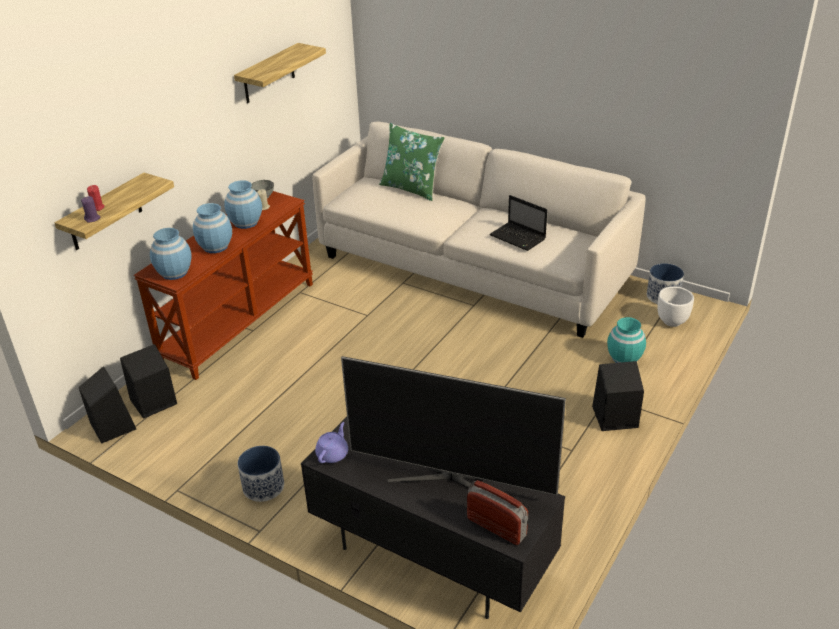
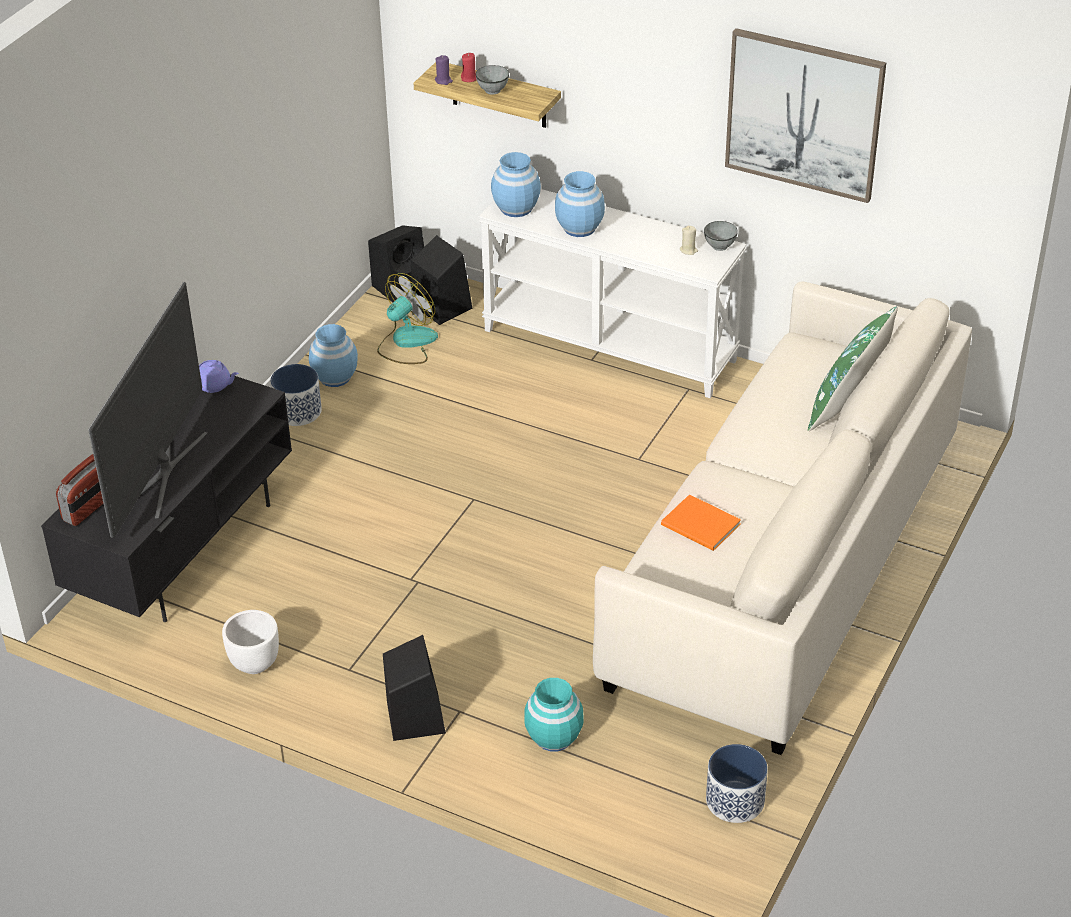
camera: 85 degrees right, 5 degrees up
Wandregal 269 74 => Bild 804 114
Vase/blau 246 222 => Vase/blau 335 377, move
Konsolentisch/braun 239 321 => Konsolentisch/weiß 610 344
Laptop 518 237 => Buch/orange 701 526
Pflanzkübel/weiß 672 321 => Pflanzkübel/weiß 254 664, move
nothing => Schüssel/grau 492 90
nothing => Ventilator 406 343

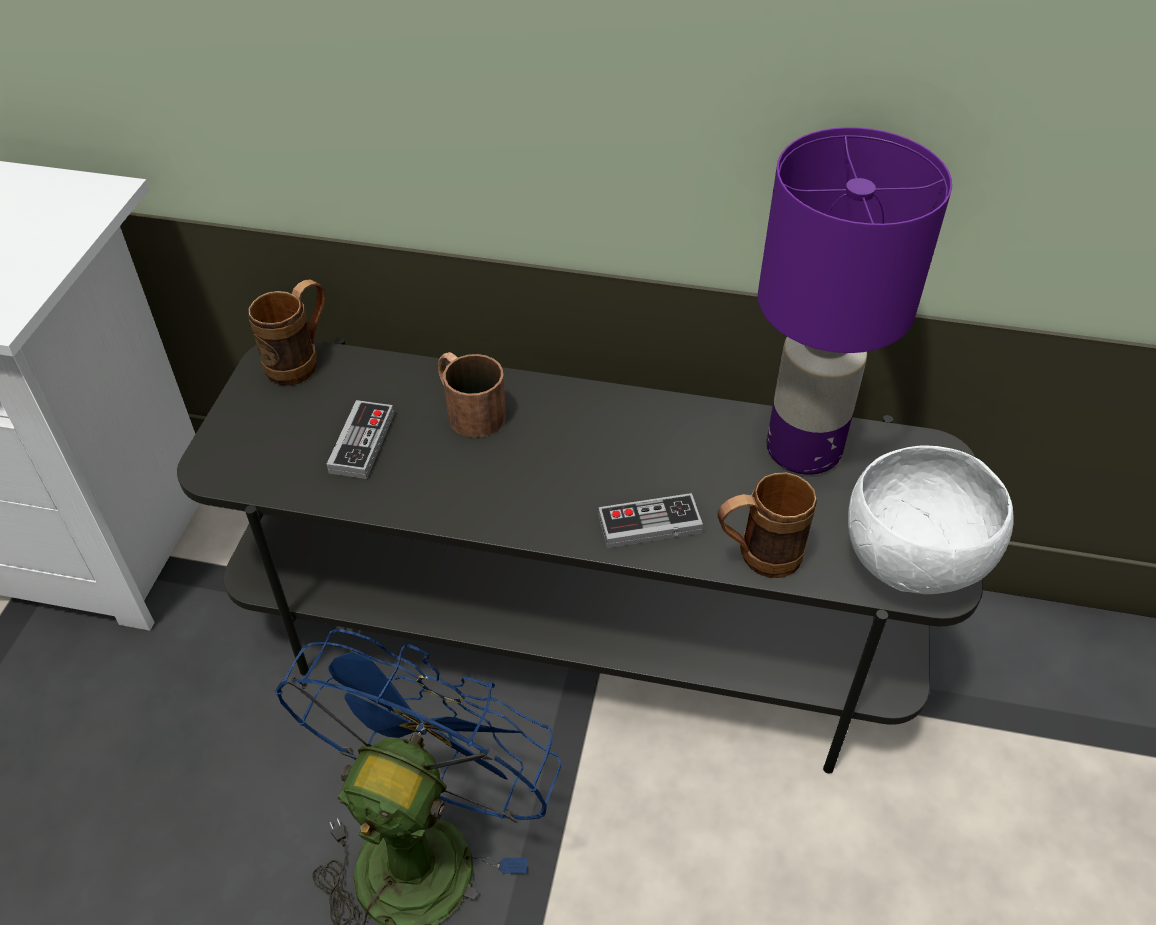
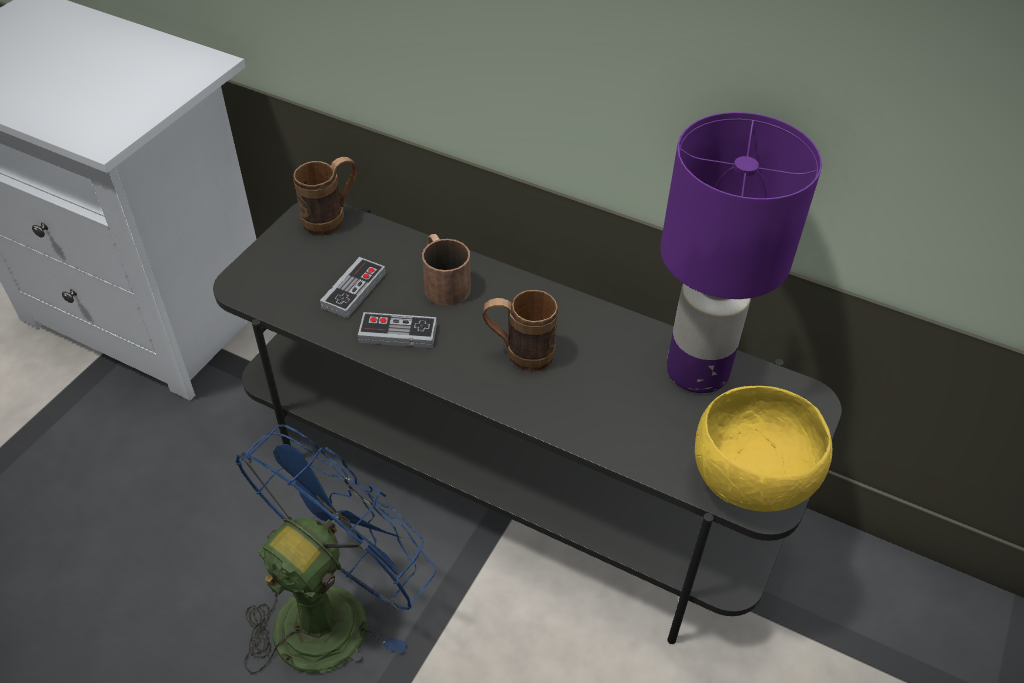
camera: 15 degrees right, 0 degrees up
Schüssel/weiß 914 564 => Schüssel/gelb 751 484
Henkelbecher/braun 756 558 => Henkelbecher/braun 519 354, move
Gamepad 649 524 => Gamepad 398 333, move

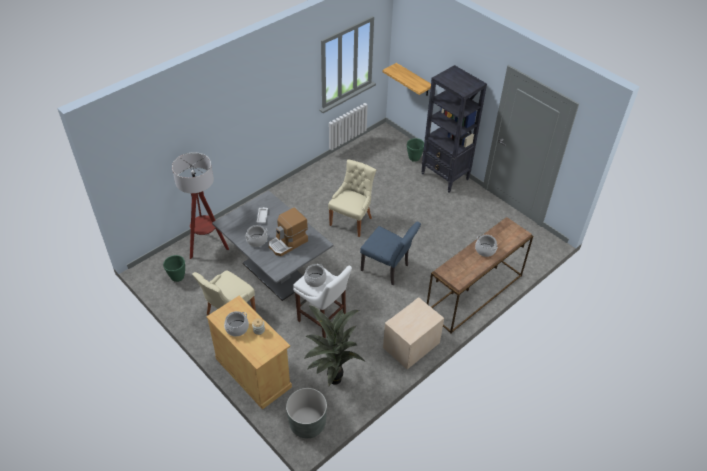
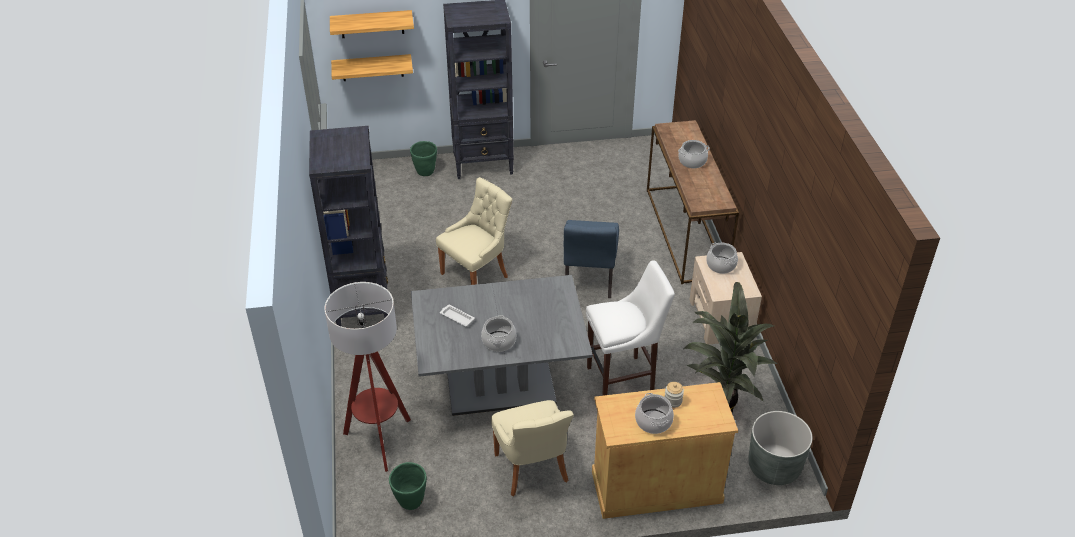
camera: 55 degrees left, 5 degrees down
Stuhl/beige 352 220 => Stuhl/beige 477 274, 75 degrees clockwise
Kaffeemaschine 288 243 => nothing
Stuhl/blau 388 269 => Stuhl/blau 588 282, 120 degrees clockwise
Kochtopf 315 280 => Kochtopf 720 265, move
nothing => Wandregal 372 24
nothing => Bücherregal/schwarz 363 308

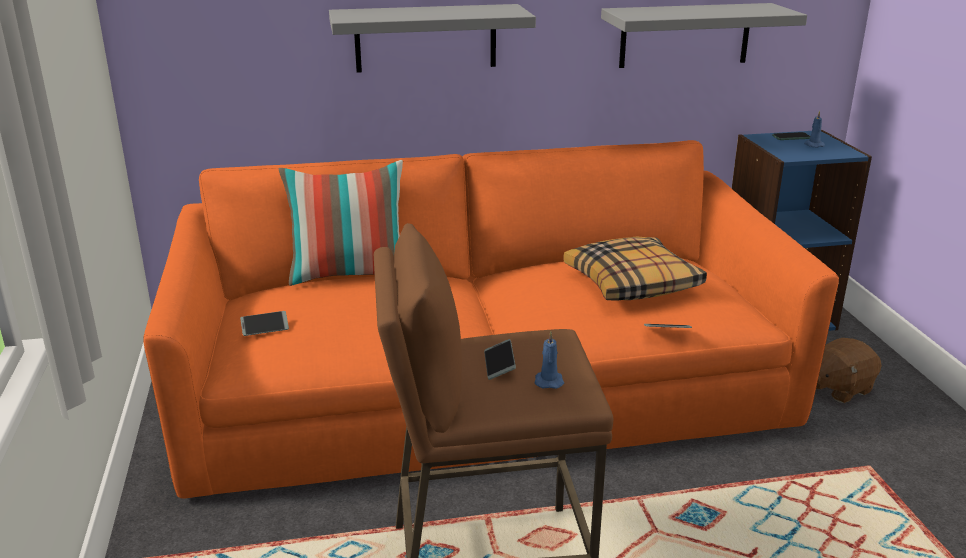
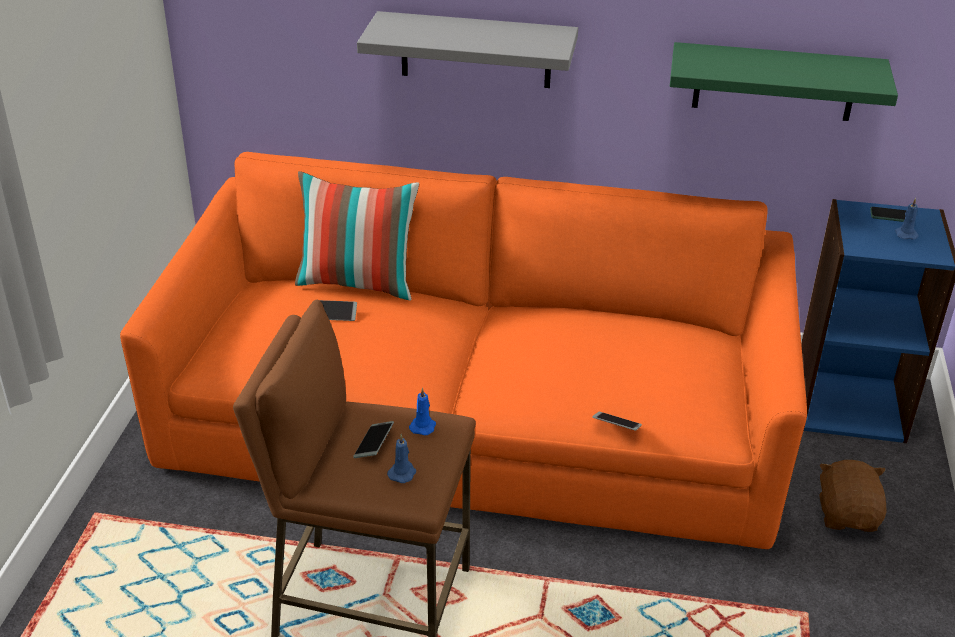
camera: 20 degrees right, 10 degrees up
Wandregal/grau 685 35 => Wandregal/grün 774 82
Kissen 632 283 => nothing
Handy 265 328 => Handy 335 314, move
Plüschtier/braun 838 388 => Plüschtier/braun 847 515, 105 degrees clockwise
nothing => Kerze/blau 423 426

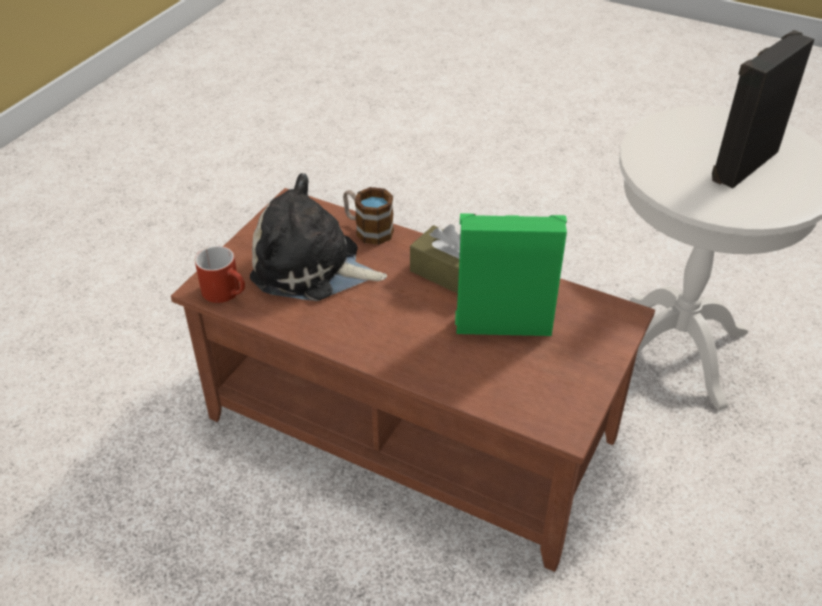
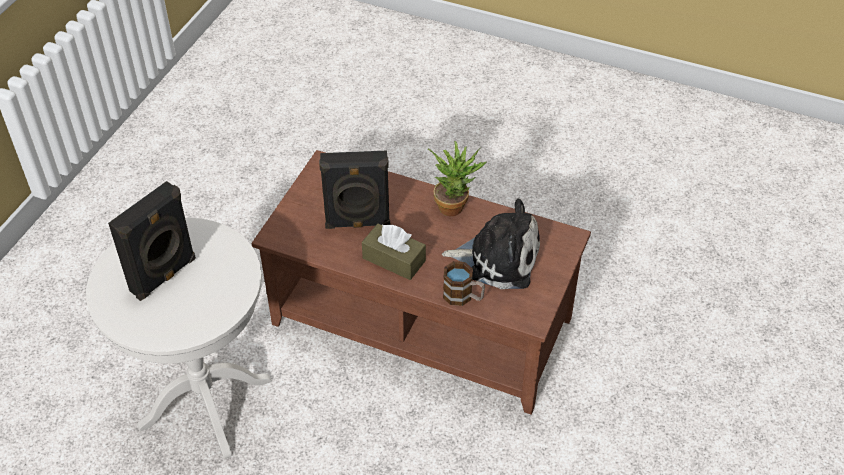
camera: 175 degrees right, 5 degrees up
Lautsprecher/grün 503 324 => Lautsprecher/schwarz 357 223
Henkelbecher/rot 227 292 => nothing
nothing => Topfpflanze 455 205

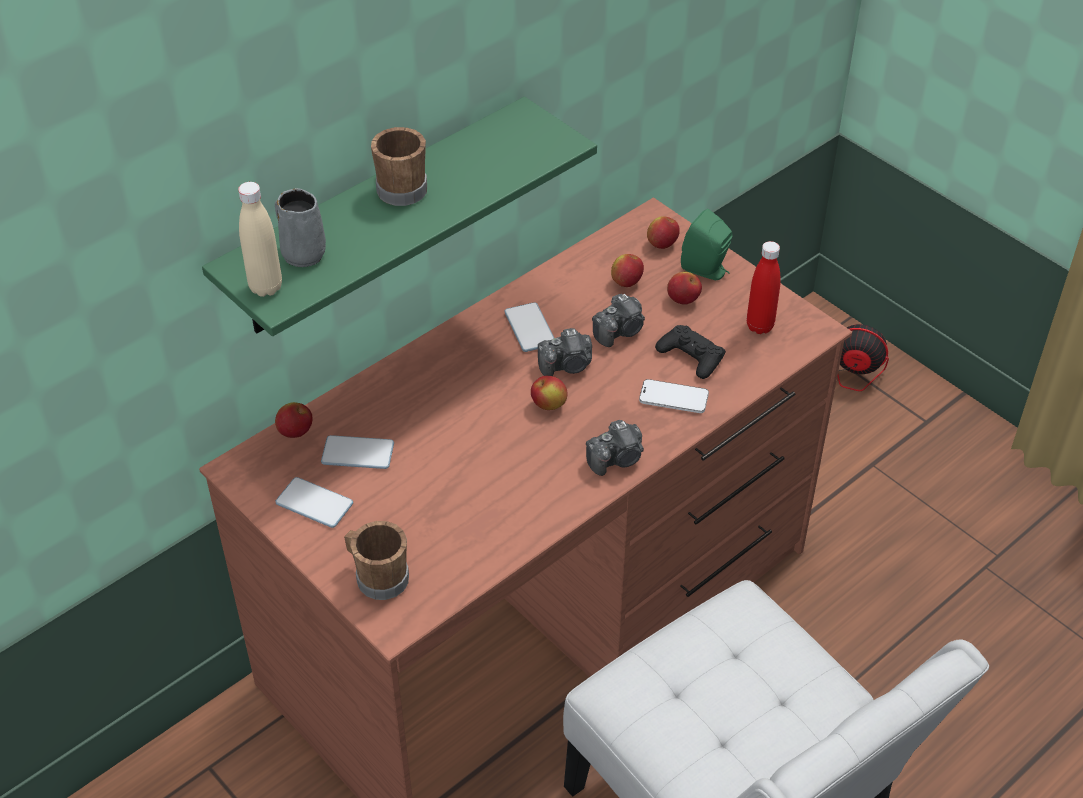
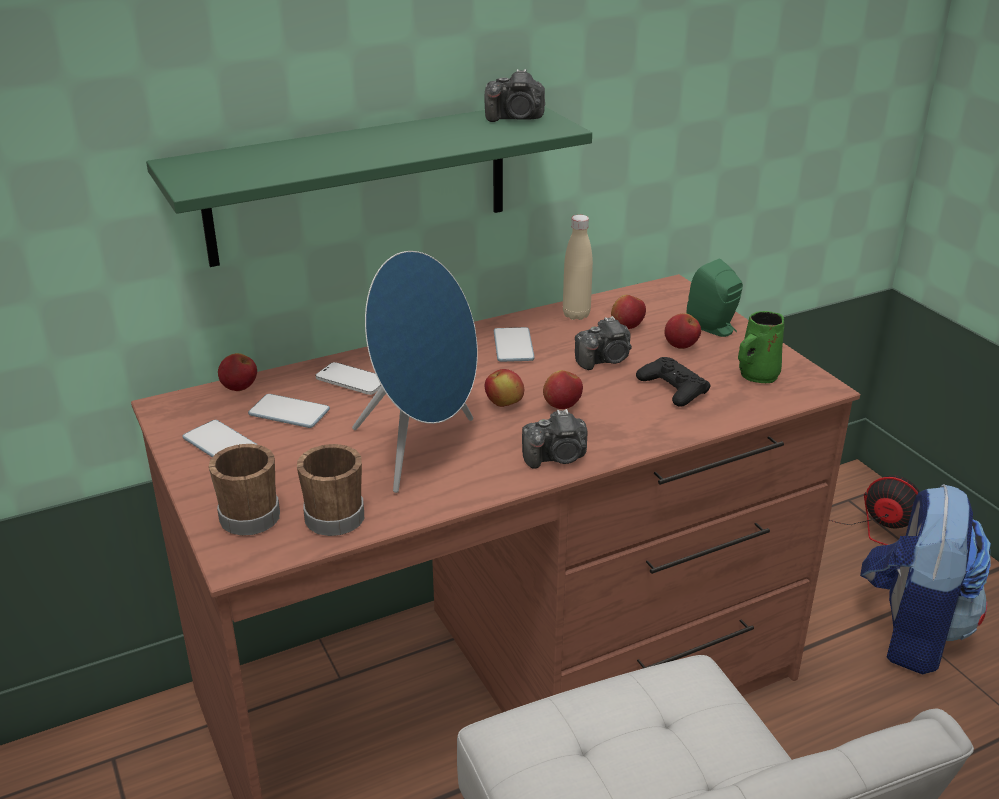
camera: 15 degrees right, 15 degrees down
Henkelbecher/braun 401 186 => Henkelbecher/braun 336 513, move
Flasche/beige 266 287 => Flasche/beige 576 315, move
Henkelbecher/grau 302 253 => nothing
Apfel 662 244 => Apfel 562 405, move
Flasche/rot 759 326 => Henkelbecher/grün 757 376
Kamera 567 365 => Kamera 516 118, move
Handy 673 398 => Handy 352 381, move
nothing => Lautsprecher/blau 421 450
nothing => Rucksack 911 631

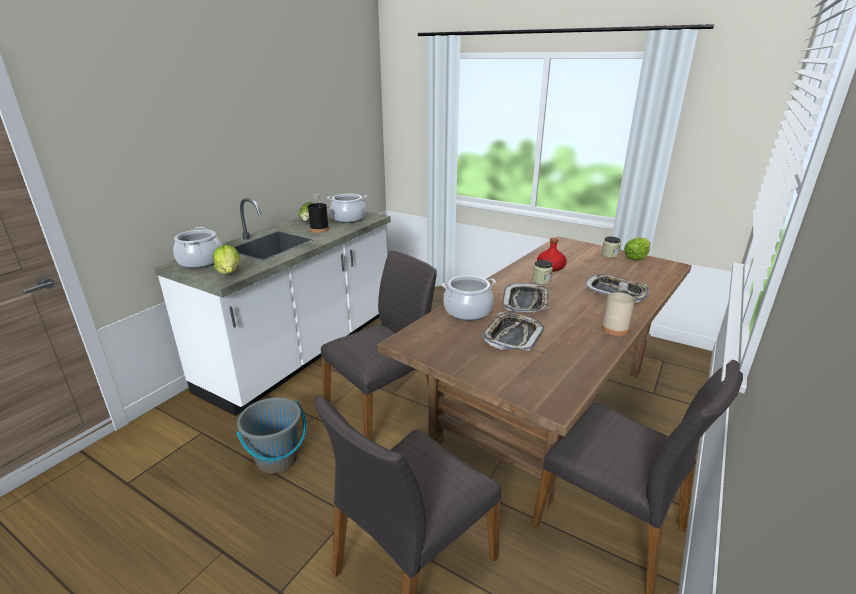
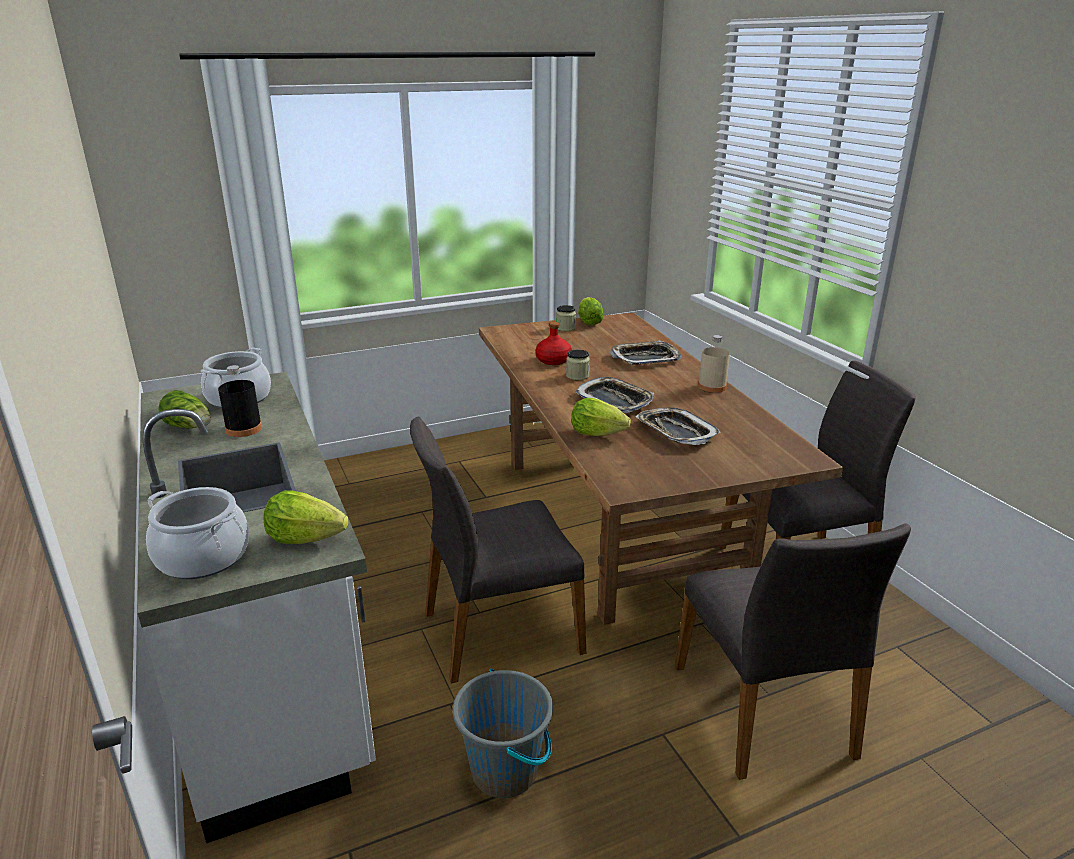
camera: 55 degrees left, 0 degrees up
Stuhl/grau 383 407 => Stuhl/grau 499 631, 105 degrees counterclockwise
Kochtopf 467 311 => Salatkopf 597 433

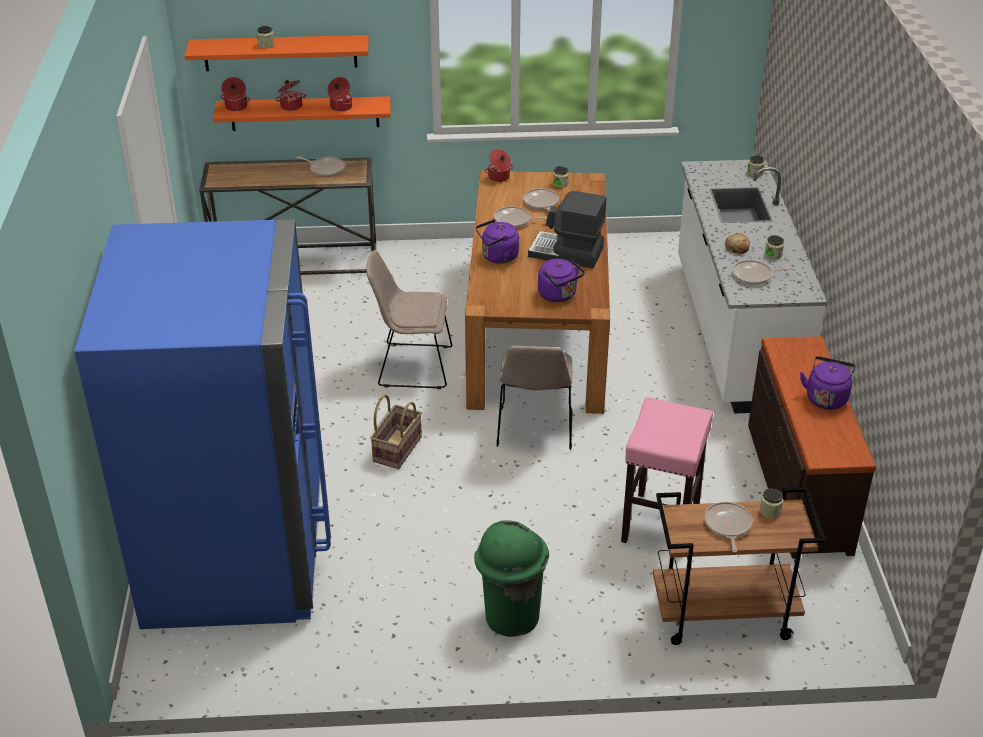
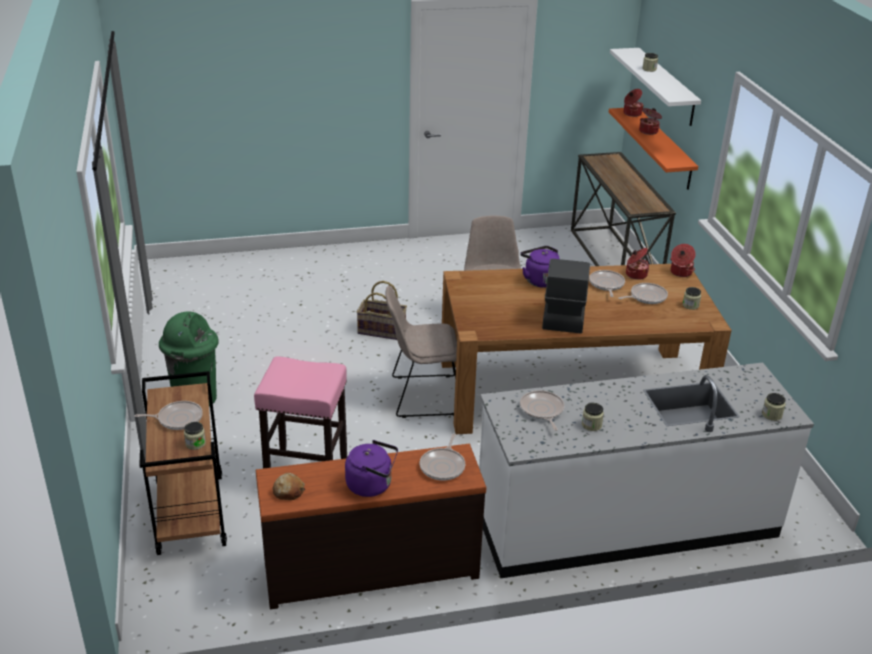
camera: 80 degrees right, 5 degrees down
Wandregal/orange 280 53 => Wandregal/weiß 666 86
Kochtopf 340 107 => Kochtopf 635 274, move
Pfanne 325 169 => Pfanne 443 466, move
Kühlschrank/blau 236 554 => nothing
Brot 737 248 => Brot 288 491, move
Wasserkessel/lila 559 295 => nothing

